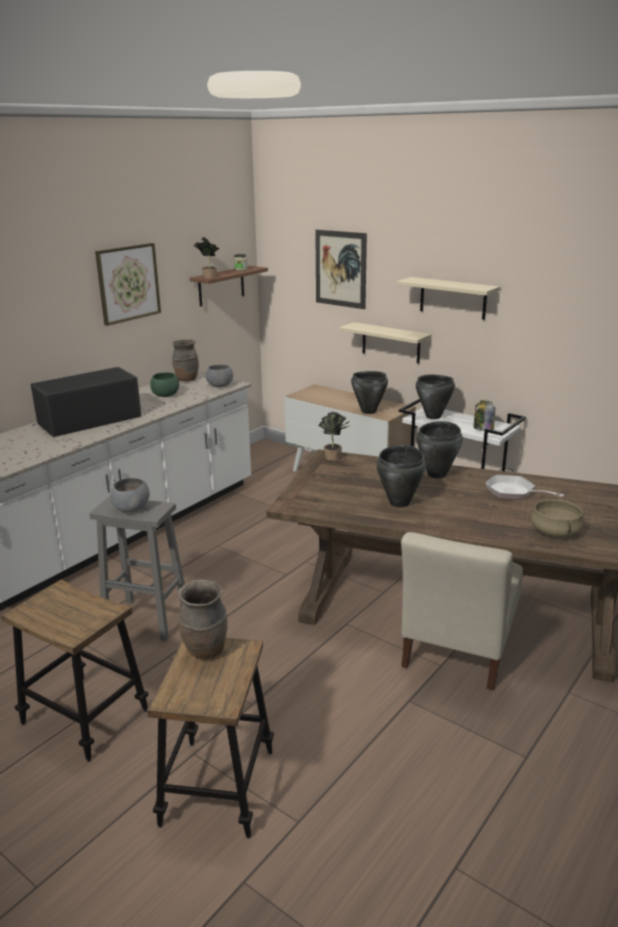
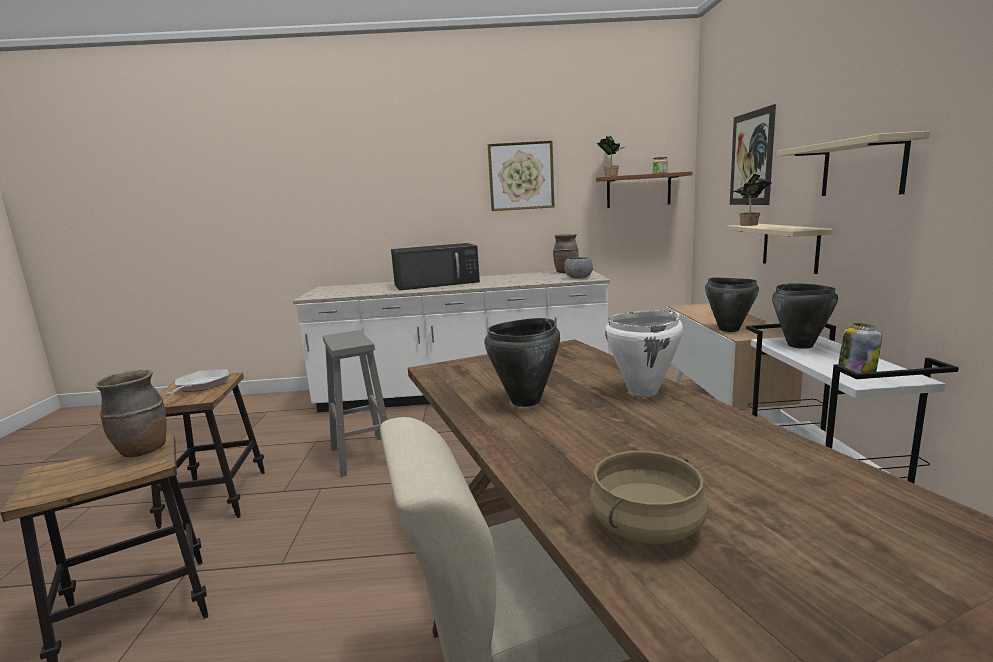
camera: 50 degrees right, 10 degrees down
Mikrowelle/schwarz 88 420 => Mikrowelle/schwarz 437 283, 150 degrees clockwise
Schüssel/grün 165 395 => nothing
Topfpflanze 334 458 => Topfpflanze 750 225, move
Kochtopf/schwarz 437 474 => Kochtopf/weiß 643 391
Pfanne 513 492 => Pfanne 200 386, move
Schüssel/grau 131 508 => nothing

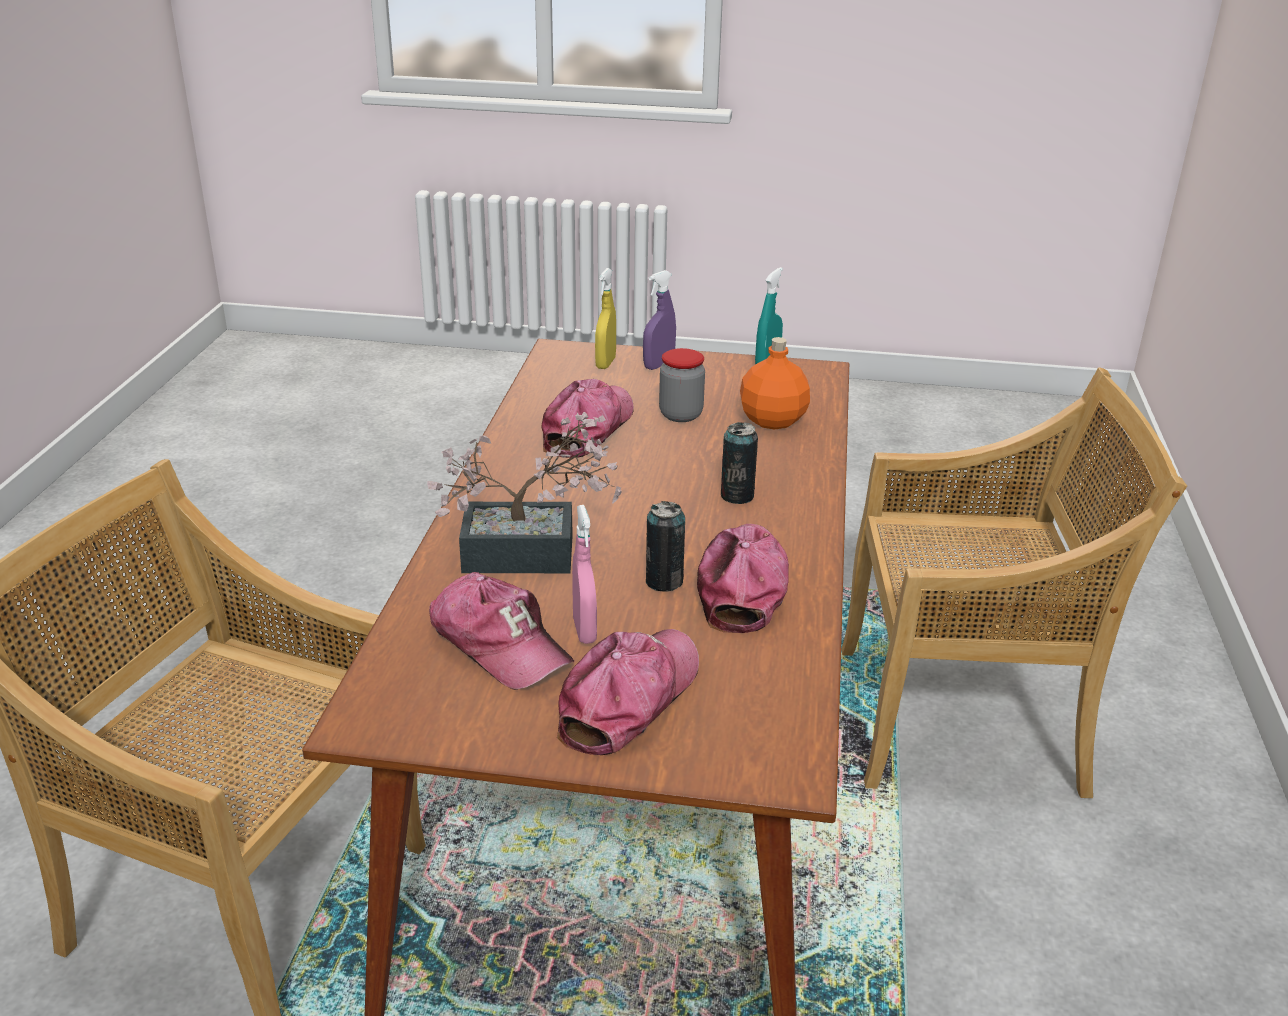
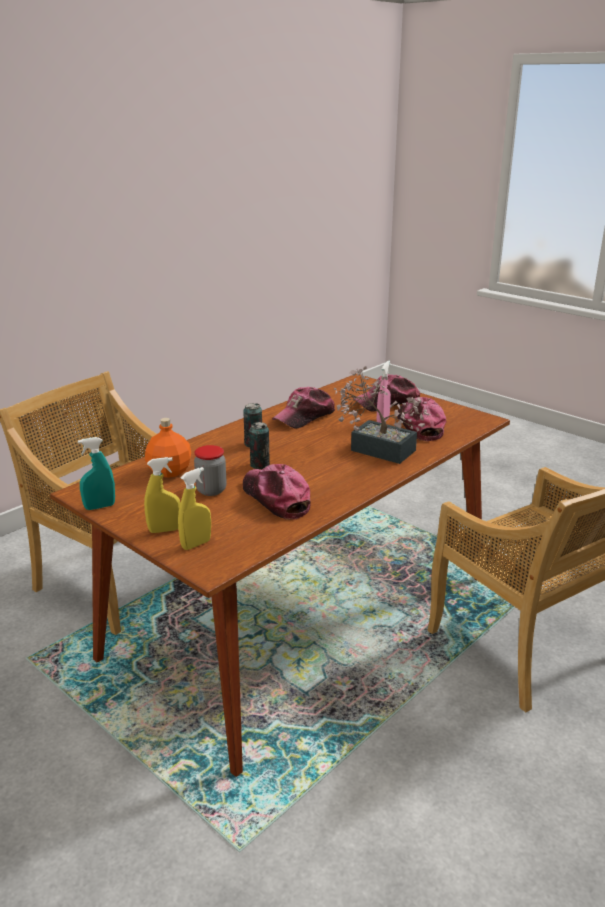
camera: 145 degrees left, 5 degrees down
Sprühflasche/lila 658 365 => Sprühflasche/gelb 164 530
Kappe 588 429 => Kappe 276 498, 90 degrees clockwise
Dose 664 581 => Dose 259 465, move

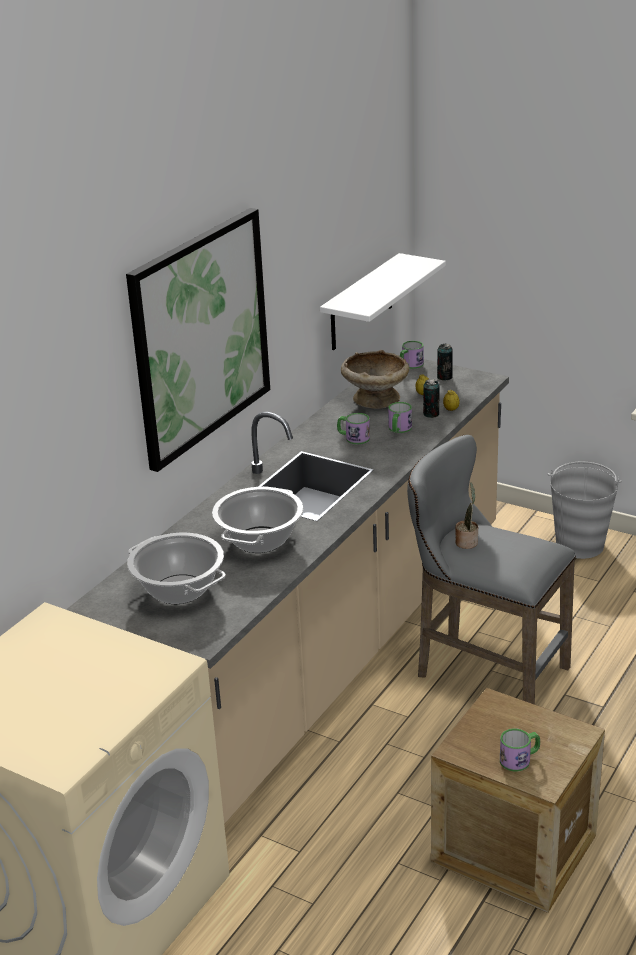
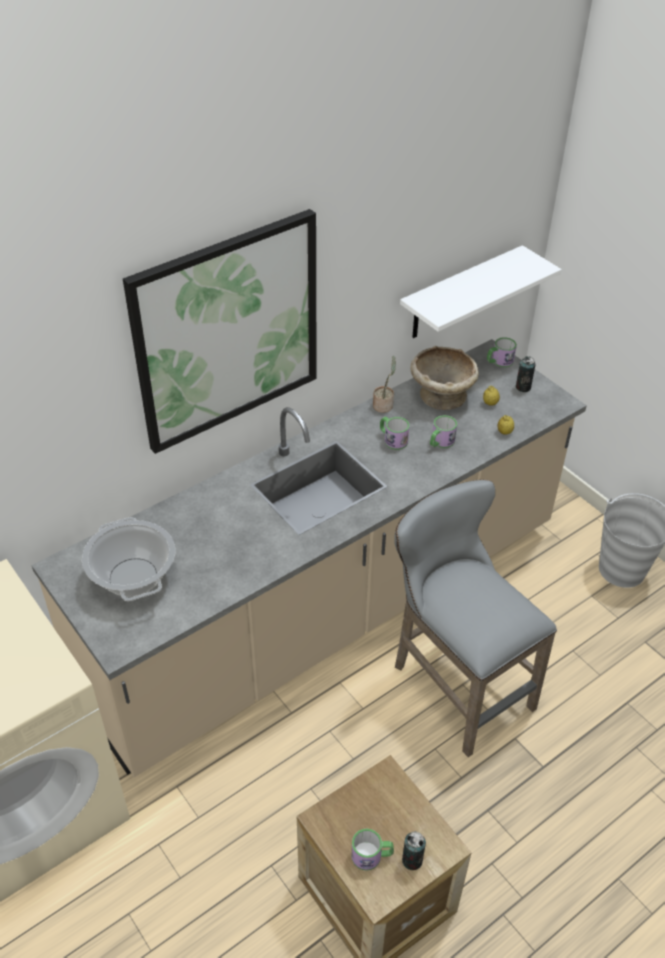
camera: 20 degrees right, 15 degrees up
Dose 431 414 => Dose 412 860, move
Topfpflanze 467 542 => Topfpflanze 384 405, move
Kochtopf 259 540 => nothing

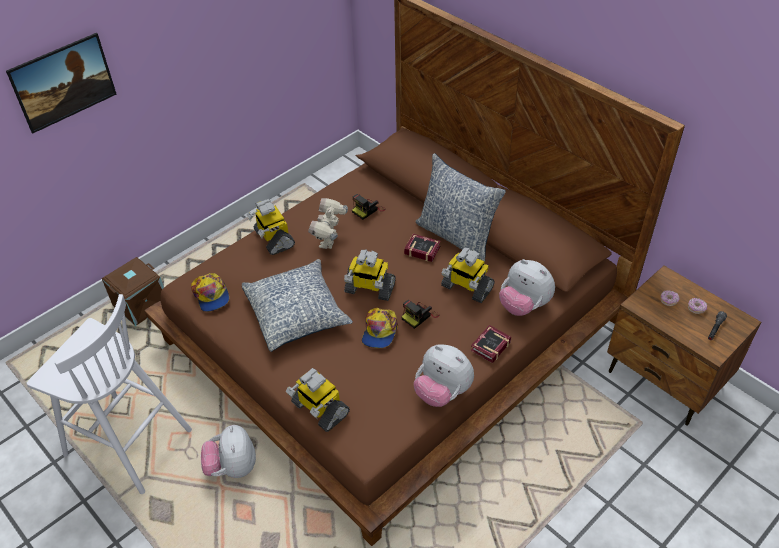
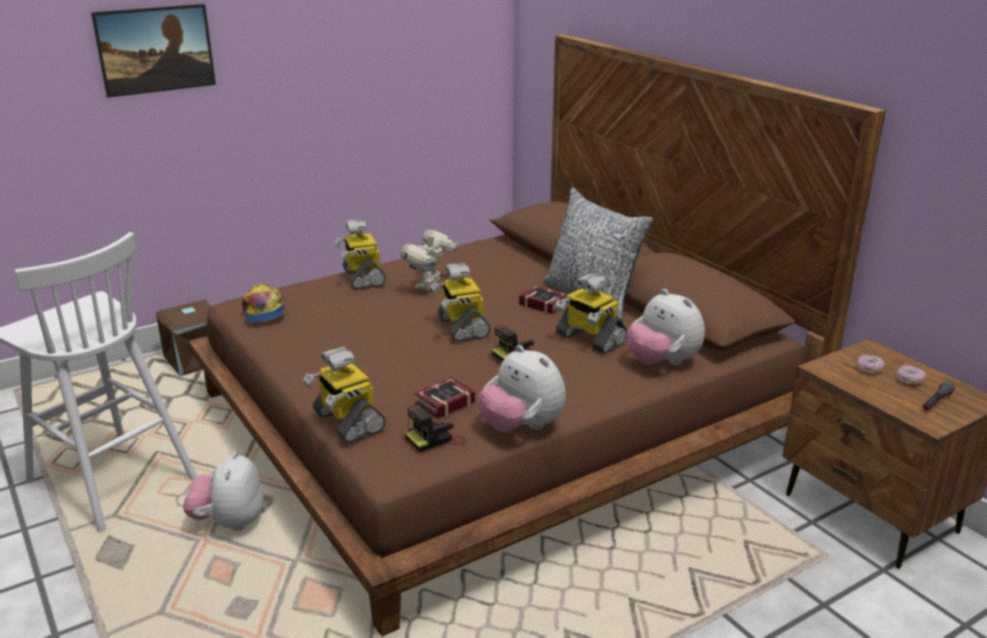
camera: 10 degrees right, 20 degrees down
Kamera 368 210 => Kamera 435 439, move
Spielzeugroboter 369 289 => Spielzeugroboter 462 327, 45 degrees clockwise
Kissen 297 313 => nothing
Kappe 379 331 => nothing
Buch 488 347 => Buch 442 403, move

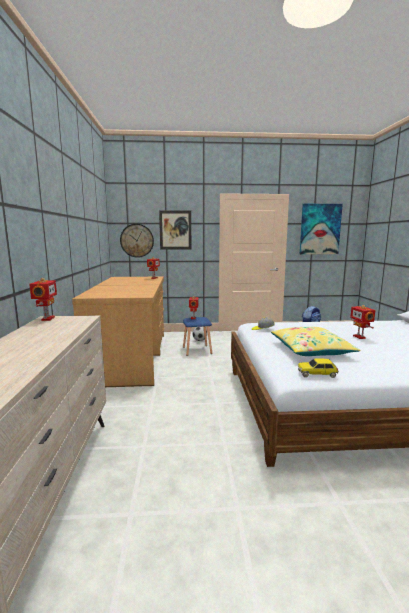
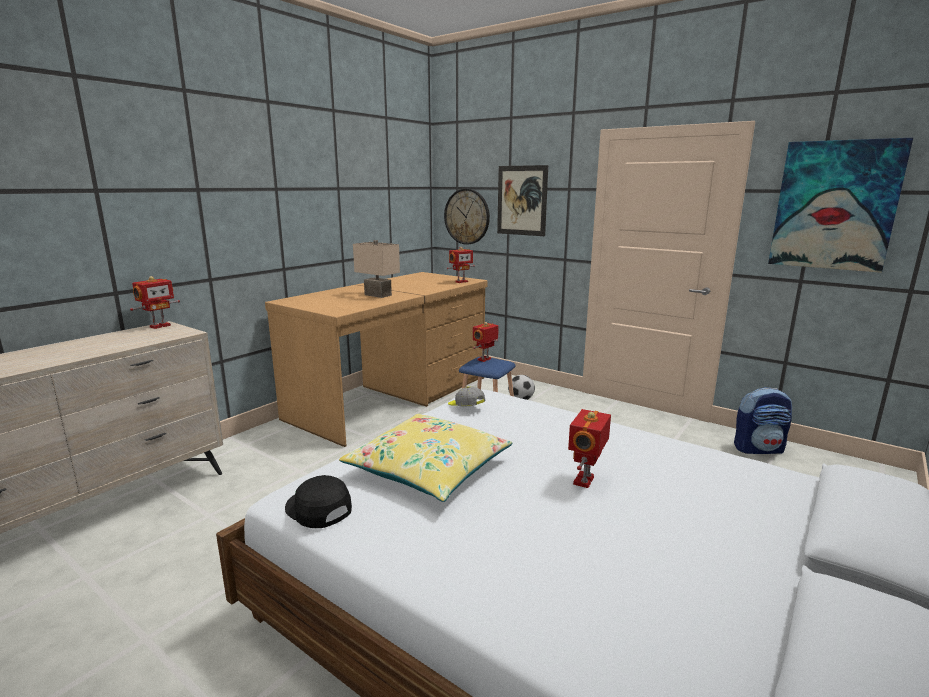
camera: 40 degrees right, 5 degrees up
Spielzeugauto 317 374 => Kappe/schwarz 318 508
nothing => Tischlampe/beige 379 295

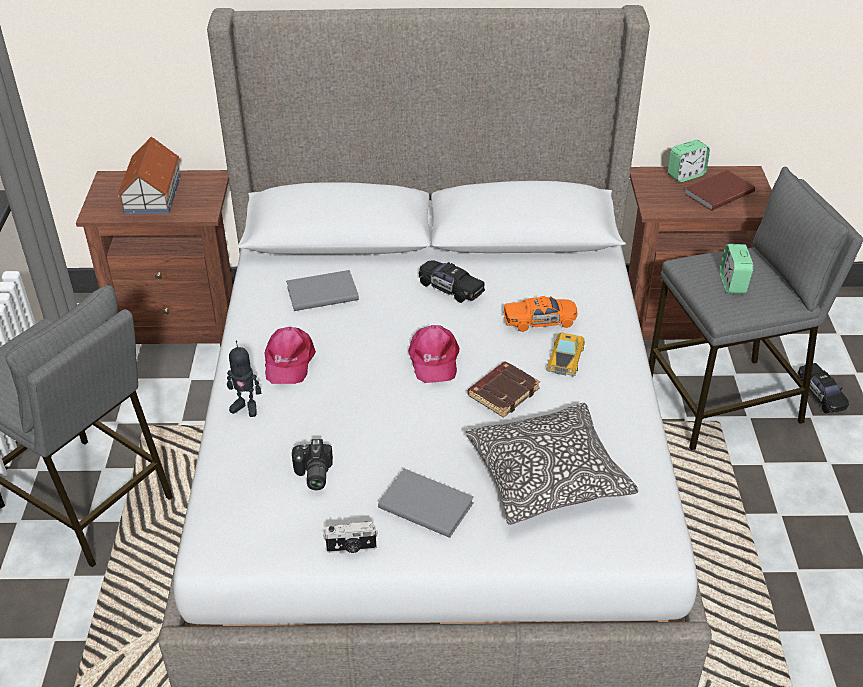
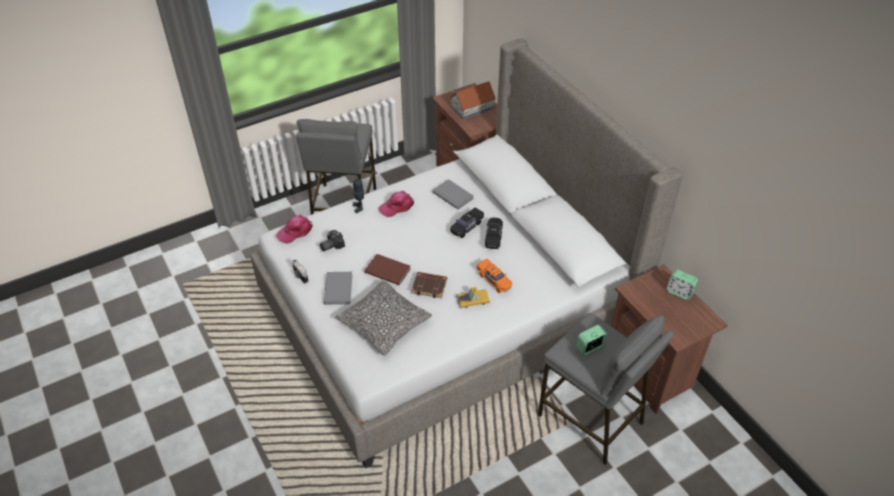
camera: 60 degrees right, 5 degrees up
Buch/braun 717 192 => Buch/braun 387 270, move
Kappe/rosa 433 359 => Kappe/rosa 295 231, move
Spielzeugauto/schwarz 821 395 => Spielzeugauto/schwarz 466 227, move

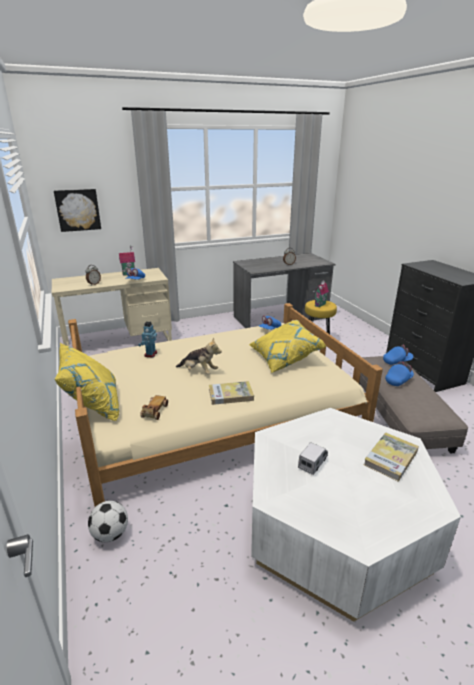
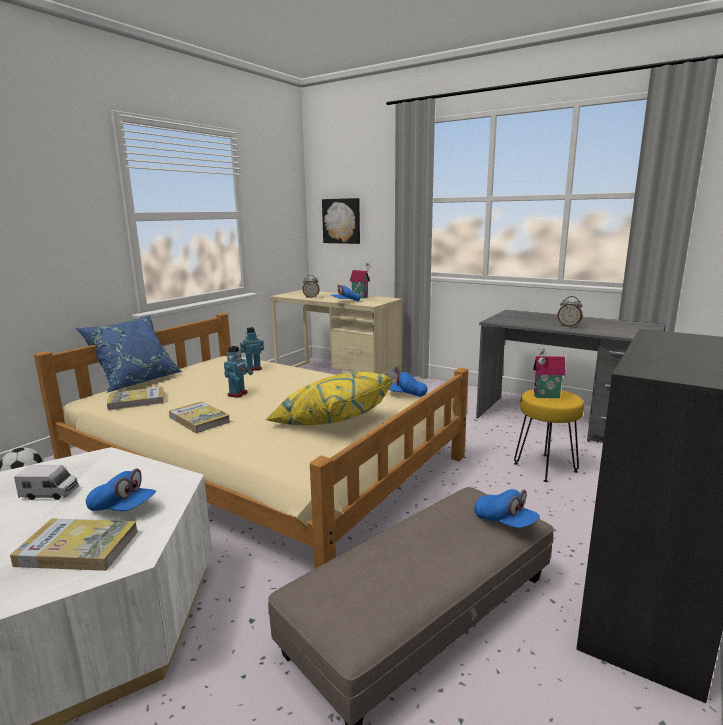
camera: 55 degrees right, 10 degrees down
Plüschtier 199 372 => Spielzeugroboter 238 394
Kissen/gelb 93 405 => Kissen/blau 136 381
Kappe/blau 398 380 => Kappe/blau 123 508, move
Spielzeugauto 154 411 => Buch 137 401

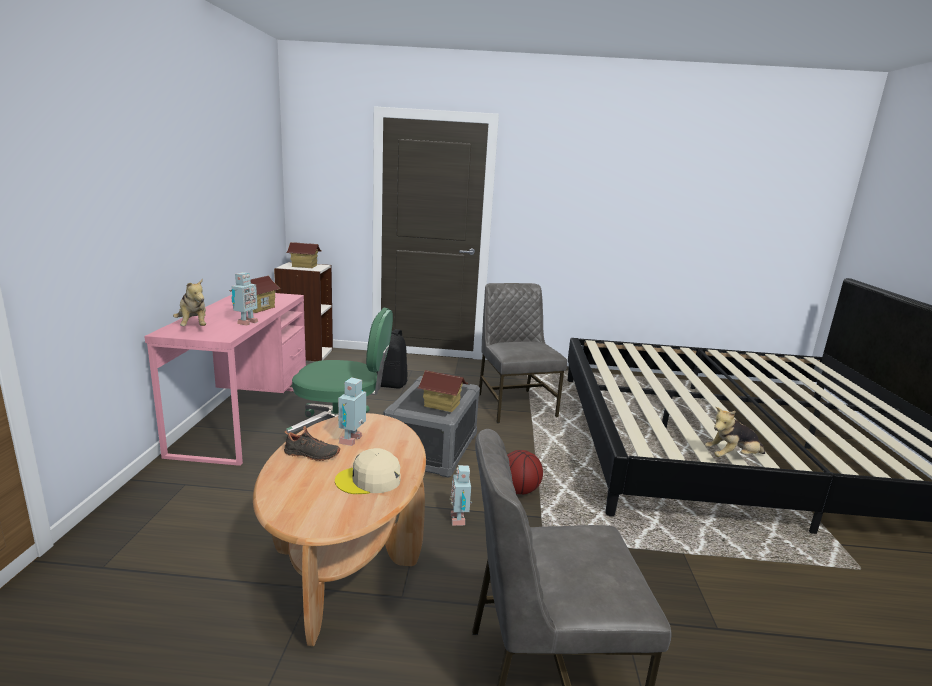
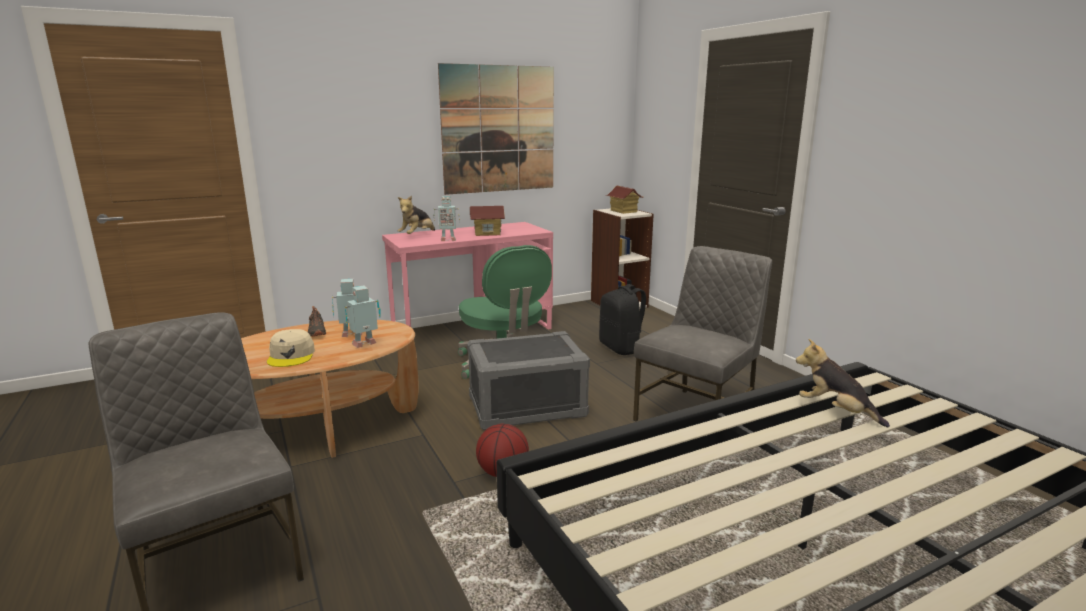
camera: 60 degrees right, 0 degrees up
Spielzeughaus 442 405 => nothing
Plüschtier 732 457 => Plüschtier 835 411, move
Kappe/beige 369 480 => Kappe/beige 291 356, 150 degrees counterclockwise
Spielzeugroboter 459 519 => Spielzeugroboter 365 344, move
nothing => Bild 499 129

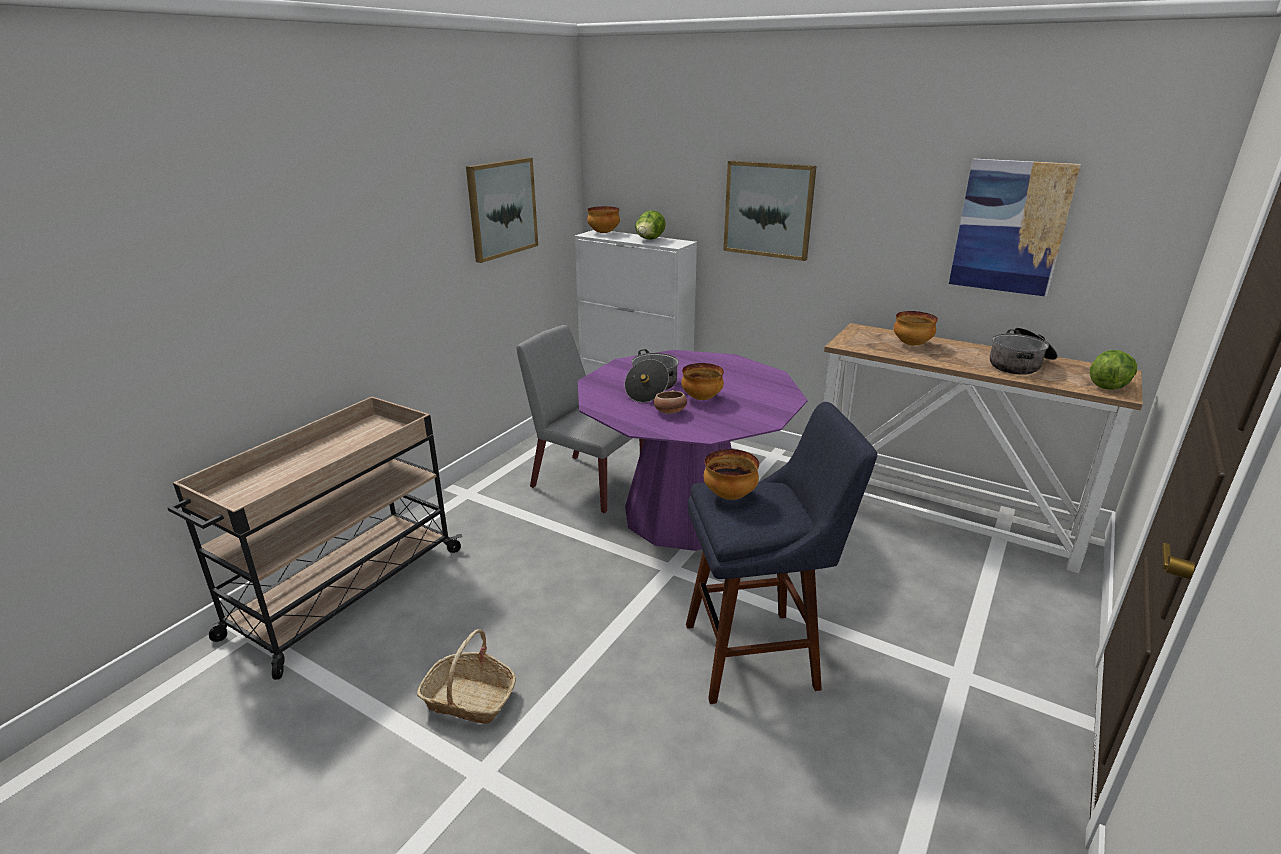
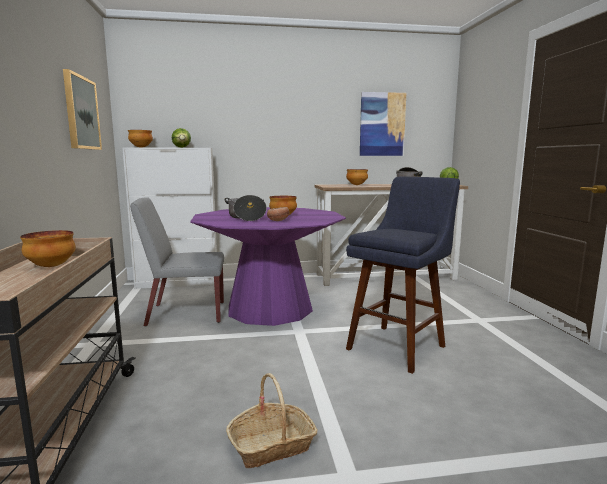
camera: 40 degrees left, 15 degrees down
Bild 768 209 => nothing
Schüssel 729 495 => Schüssel 50 266, move

